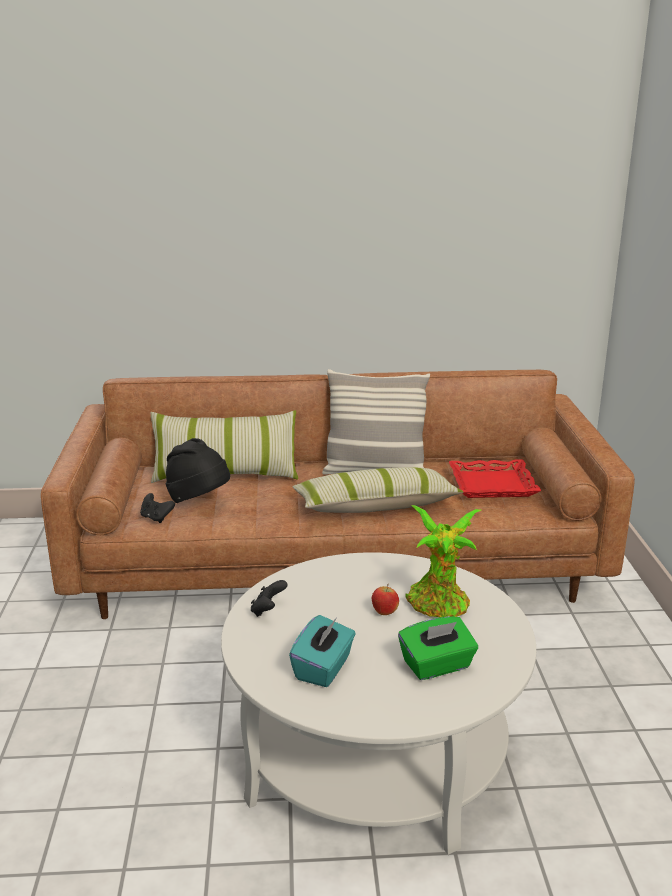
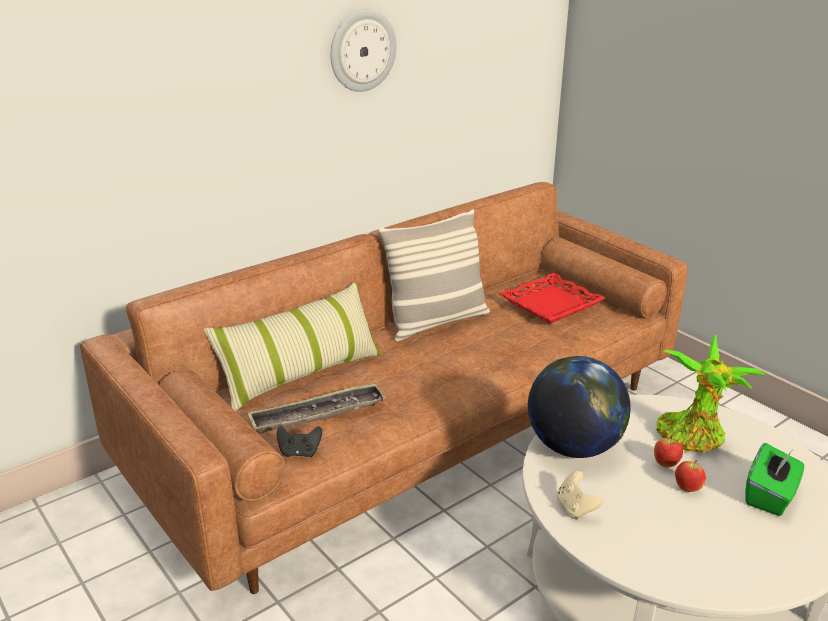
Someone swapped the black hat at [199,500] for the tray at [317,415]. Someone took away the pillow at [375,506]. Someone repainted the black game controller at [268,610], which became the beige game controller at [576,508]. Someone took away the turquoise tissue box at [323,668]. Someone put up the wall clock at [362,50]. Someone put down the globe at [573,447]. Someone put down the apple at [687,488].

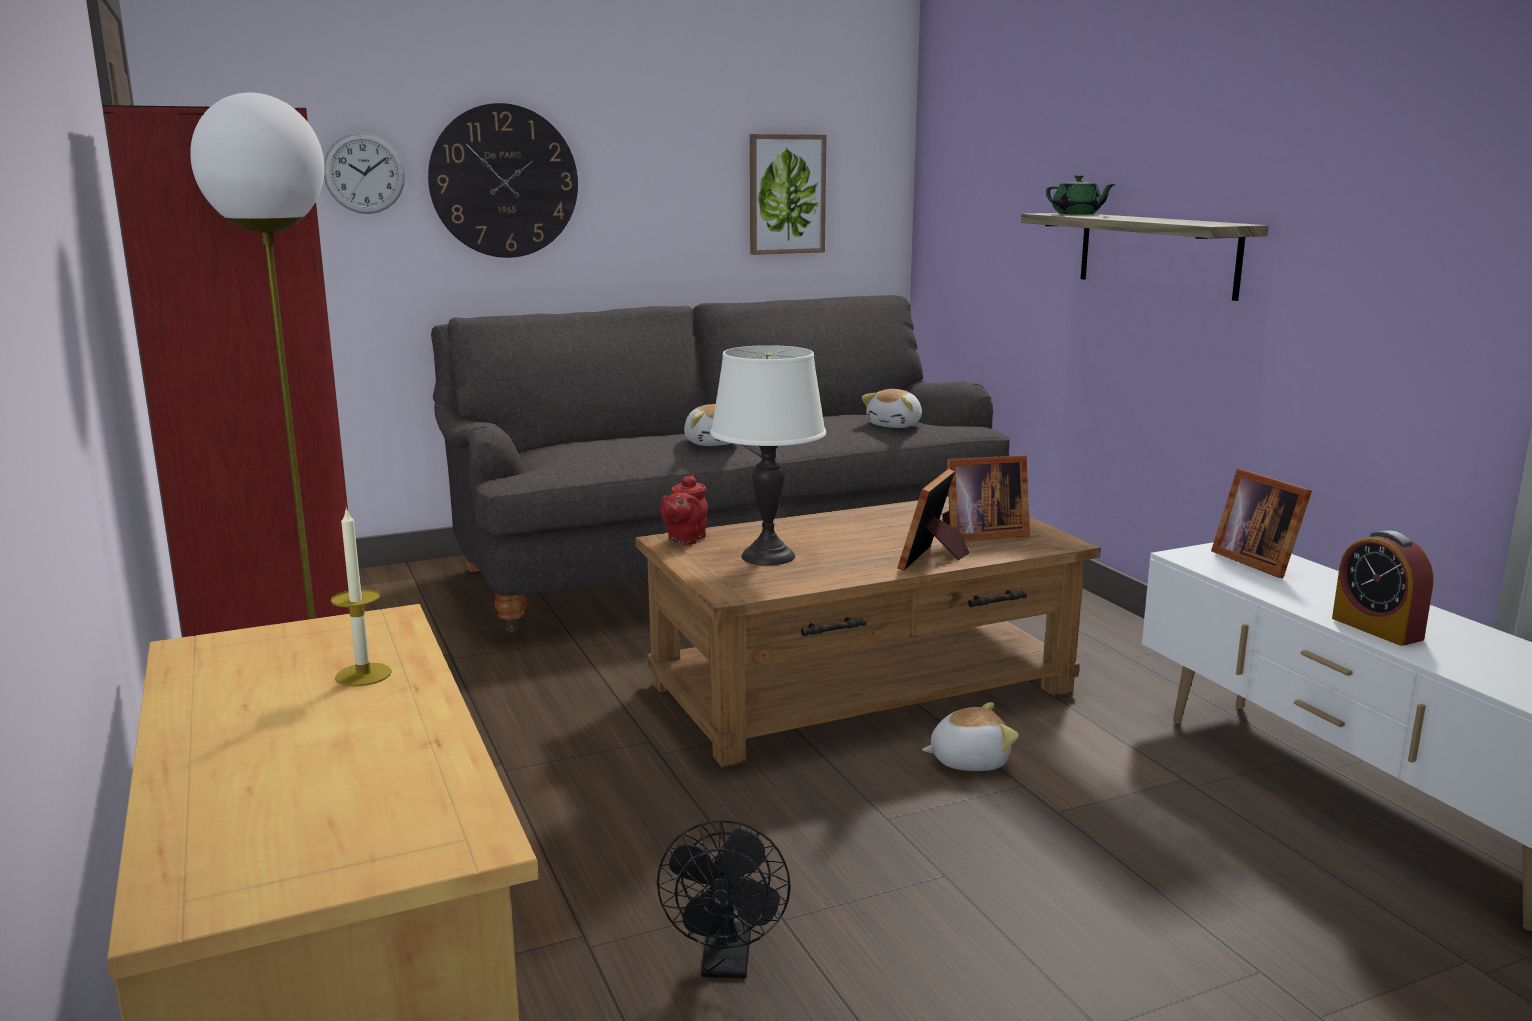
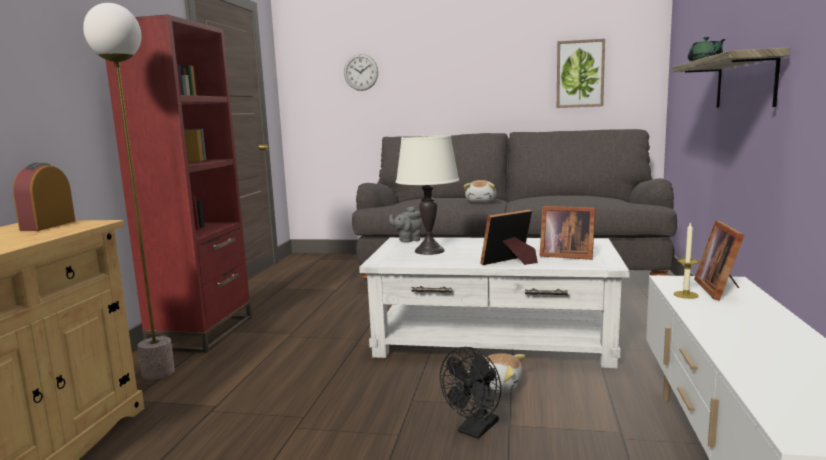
Someone took away the wall clock at [504,181]. Someone took away the plush toy at [895,425]. Someone repainted the red teapot at [684,539], which became the grey teapot at [407,240]. Someone repainted the brown coffee table at [862,687], which became the white coffee table at [494,339]. Someone carried the candle from [363,675] to [685,295]. Someone carried the alarm clock from [1376,628] to [48,225]. Someone carried the black fan from [727,963] to [475,430].

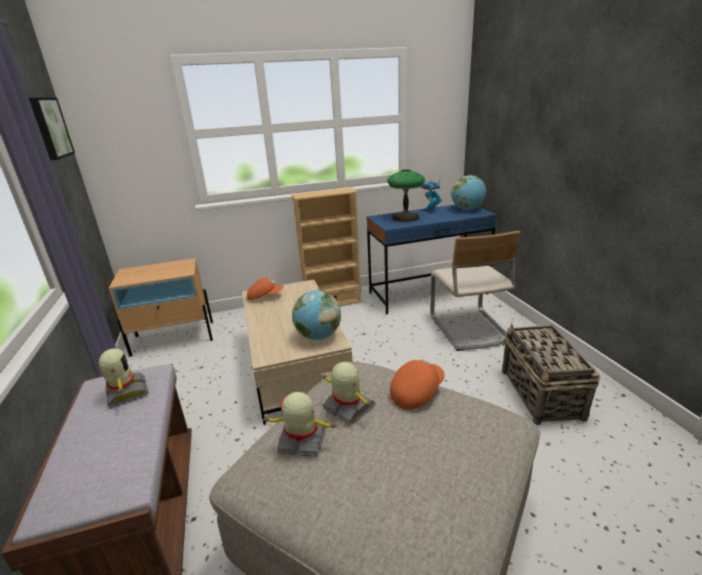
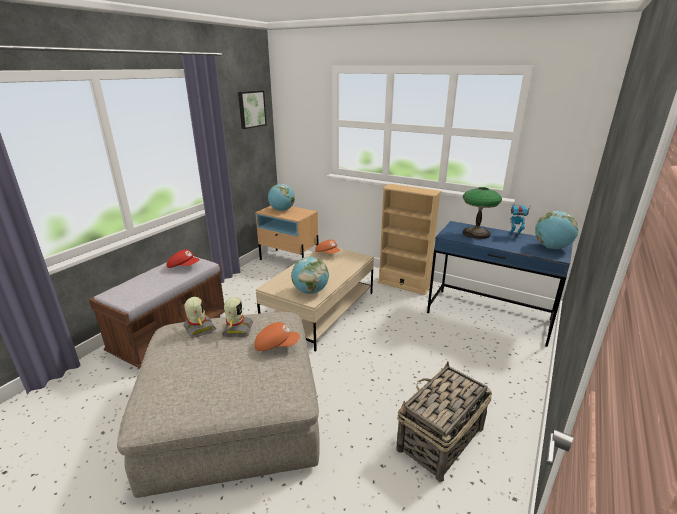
Someone took away the beige chair at [468,329]. Someone swapped the toy robot at [126,393] for the red cap at [184,266]. Someone put down the globe at [282,210].

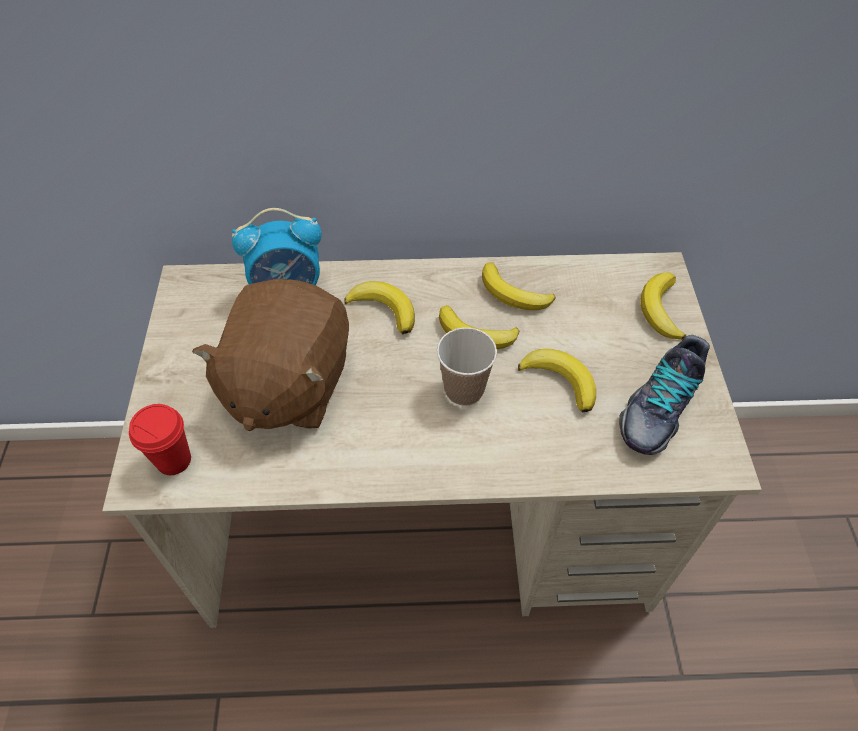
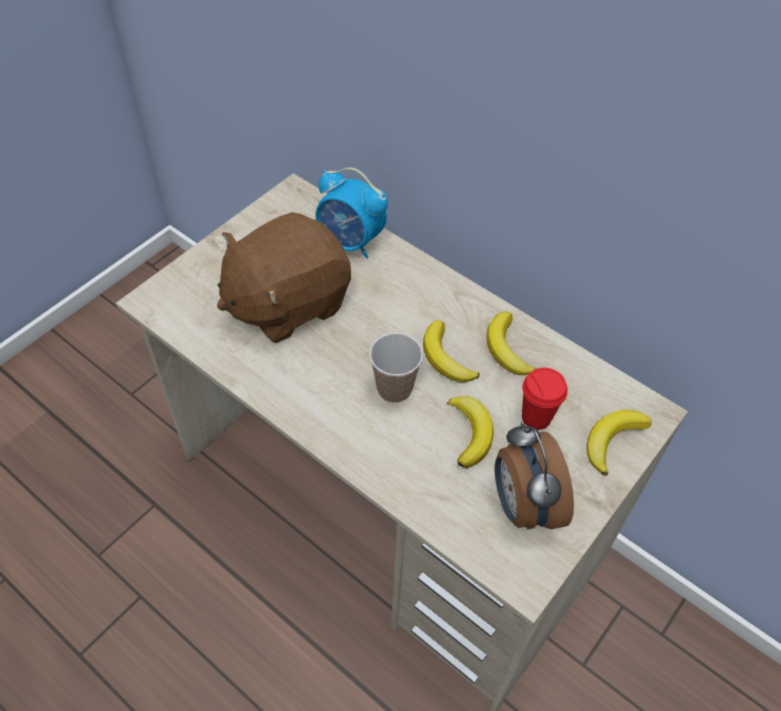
Someone took away the banana at [384,309]. Someone swapped the shoe at [658,406] for the alarm clock at [522,505]. Someone carried the red cup from [174,460] to [536,417].

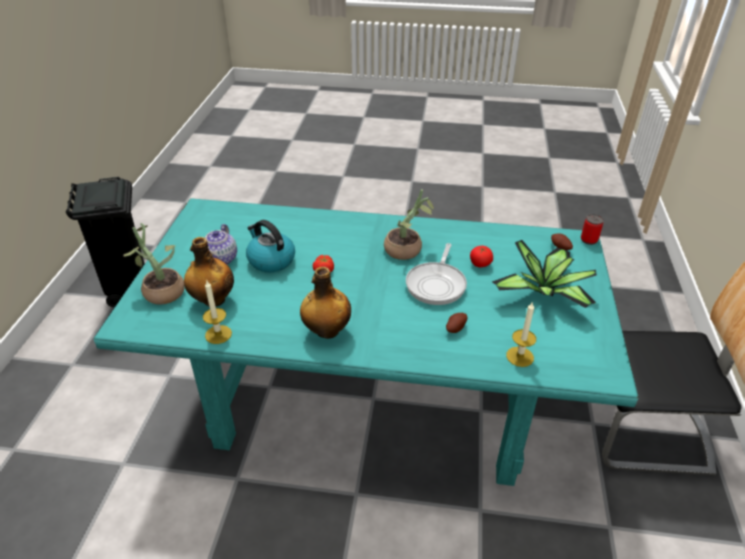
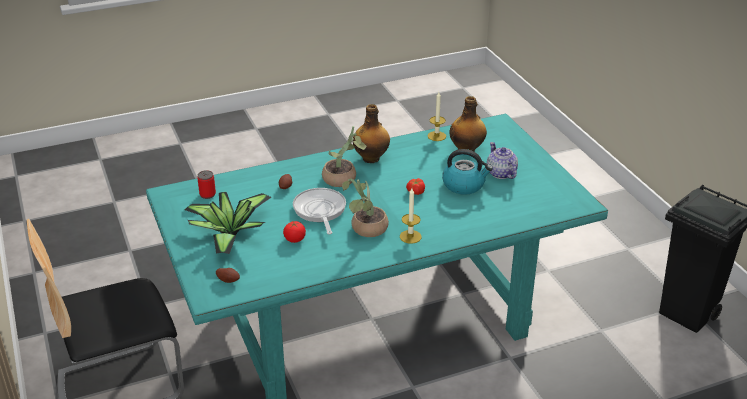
Someone carried the can from [589,240] to [207,194]. Someone carried the potted plant from [161,291] to [343,179]. Someone carried the candle from [520,356] to [410,236].

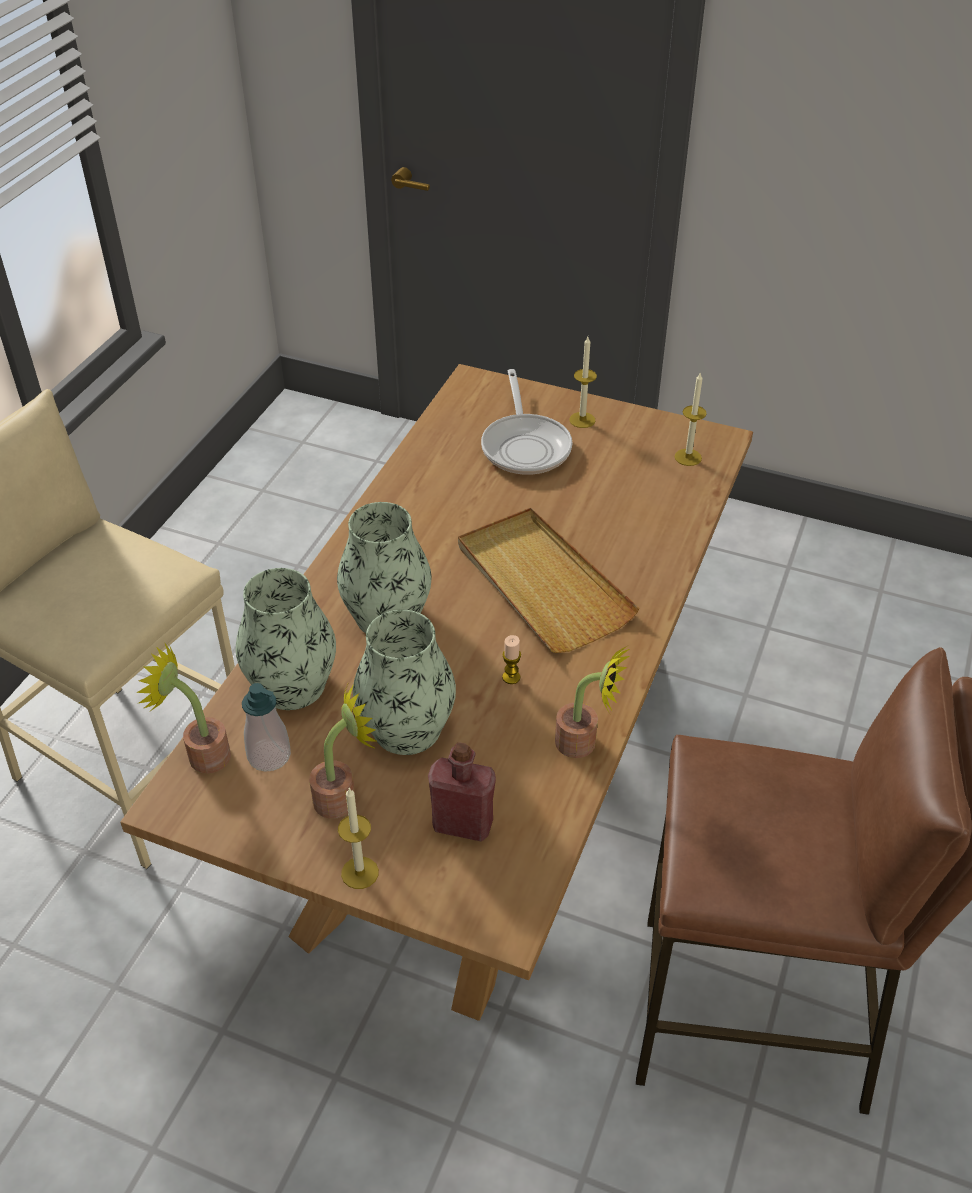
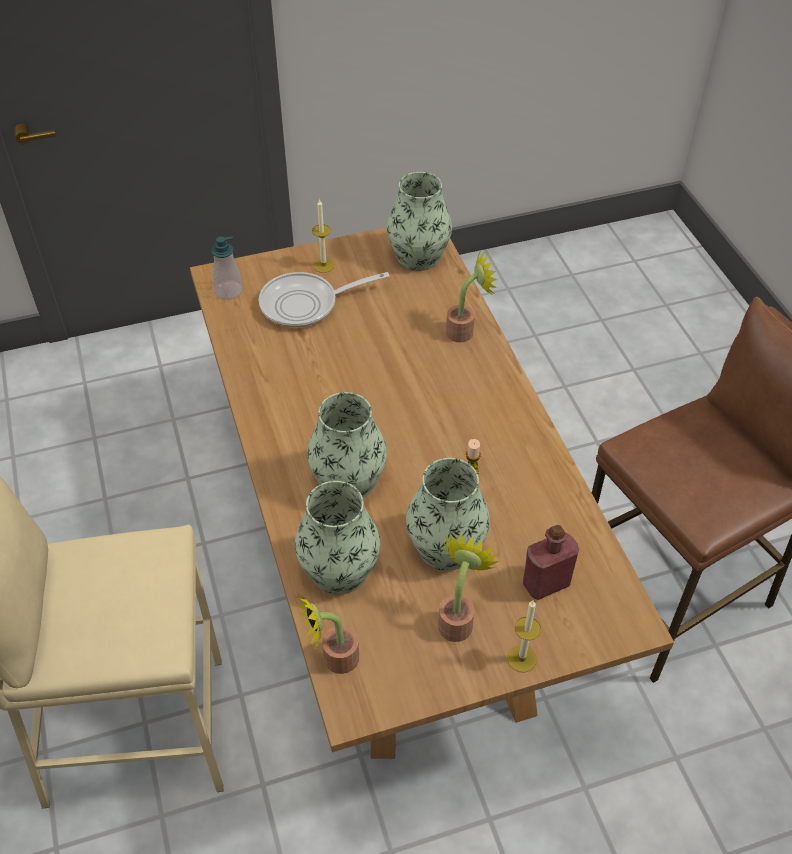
Someone rotated the frying pan at [525,445] by 120 degrees clockwise. Someone swapped the candle at [688,457] for the vase at [418,256]. Someone took away the beige tray at [541,584]. Someone carried the potted plant from [584,744] to [465,331]. Someone carried the soap dispenser from [269,756] to [228,291].

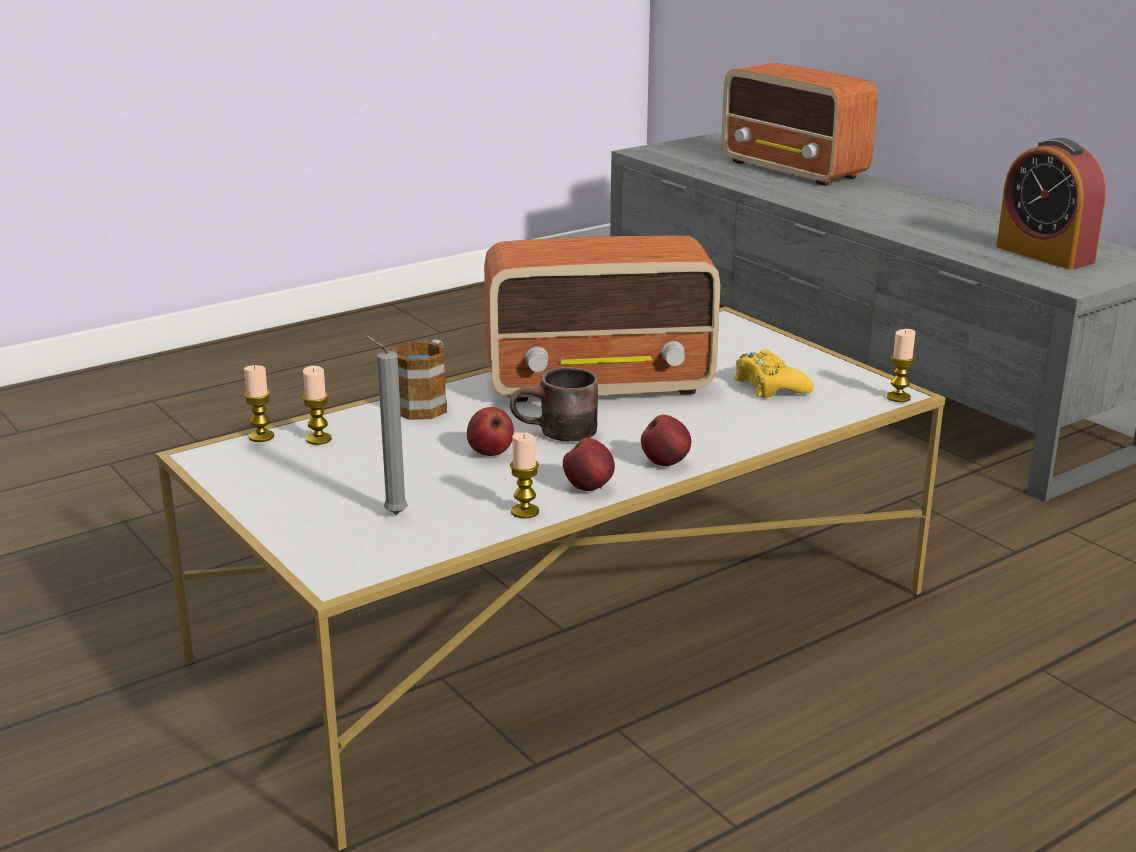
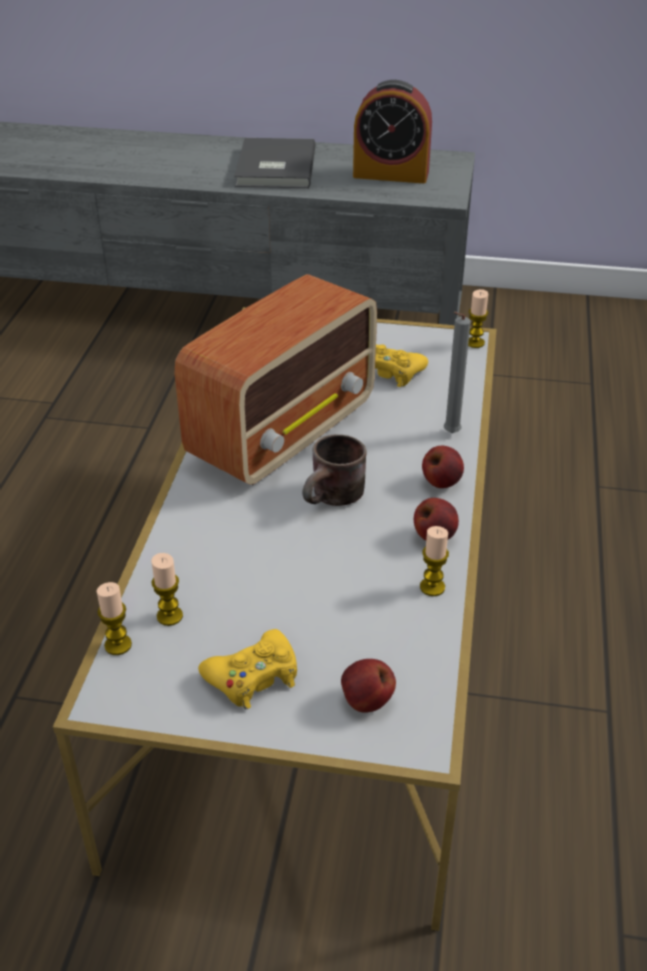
Someone took away the radio at [794,170]. Someone carried the grey candle from [392,514] to [449,434]. Someone took away the mug at [426,404]. Someone carried the apple from [490,453] to [366,702]. Someone put down the grey book at [273,168]. Someone put down the yellow game controller at [253,677].

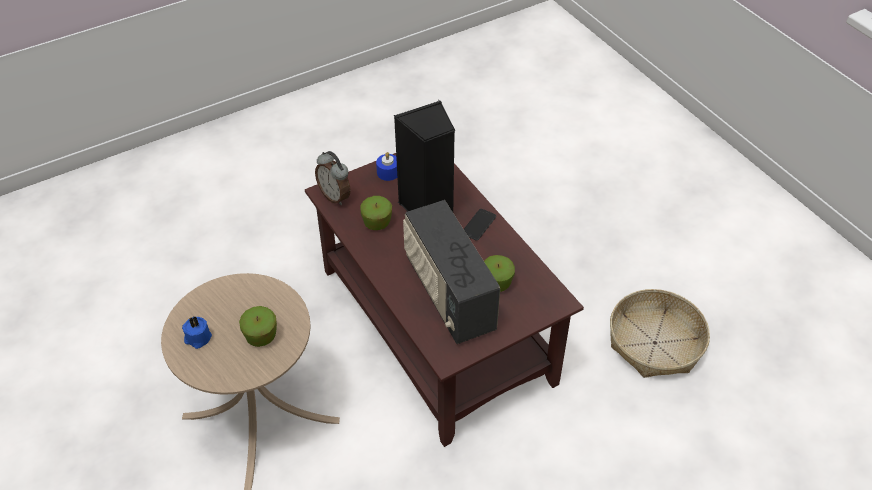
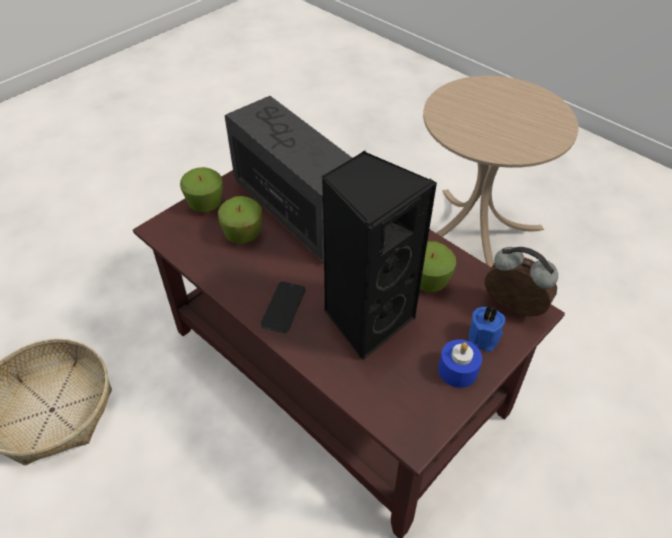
Someone carried the apple from [261,336] to [205,204]. Someone carried the blue candle from [197,338] to [485,337].

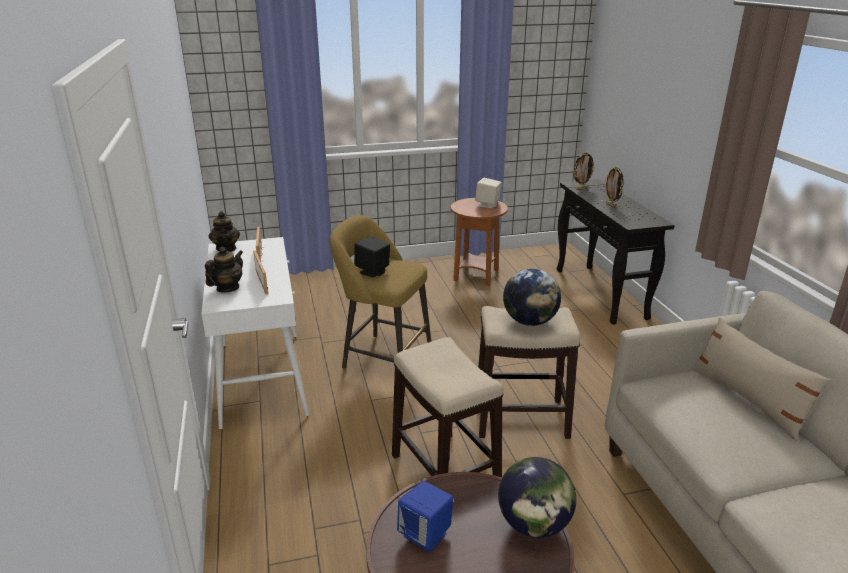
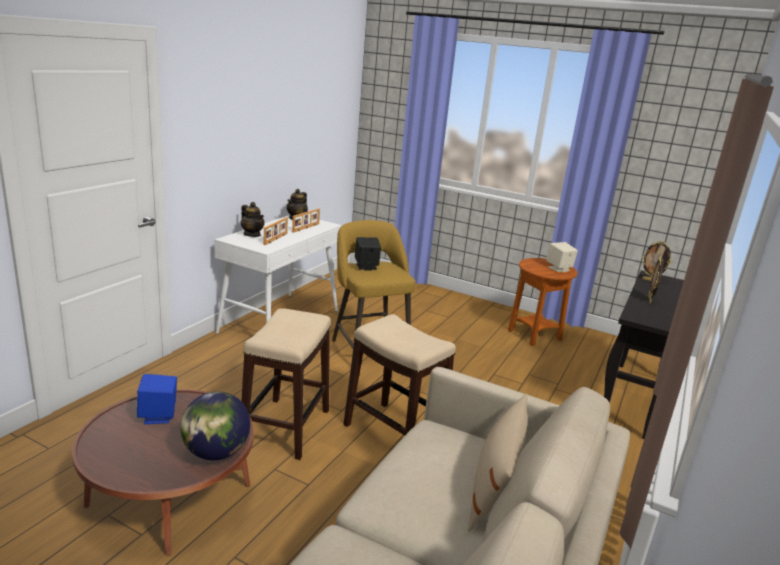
Someone rotated the teapot at [227,288] by 60 degrees clockwise. Someone took away the globe at [530,321].

